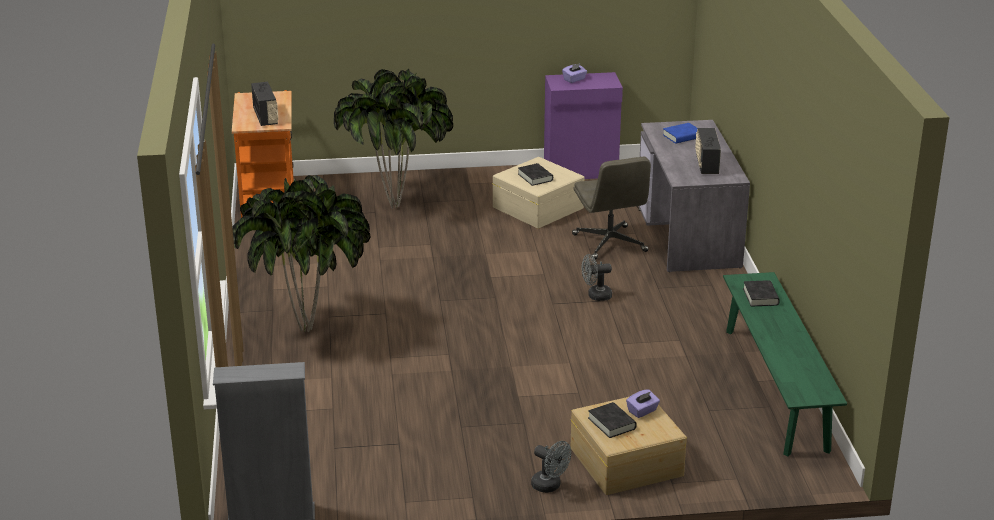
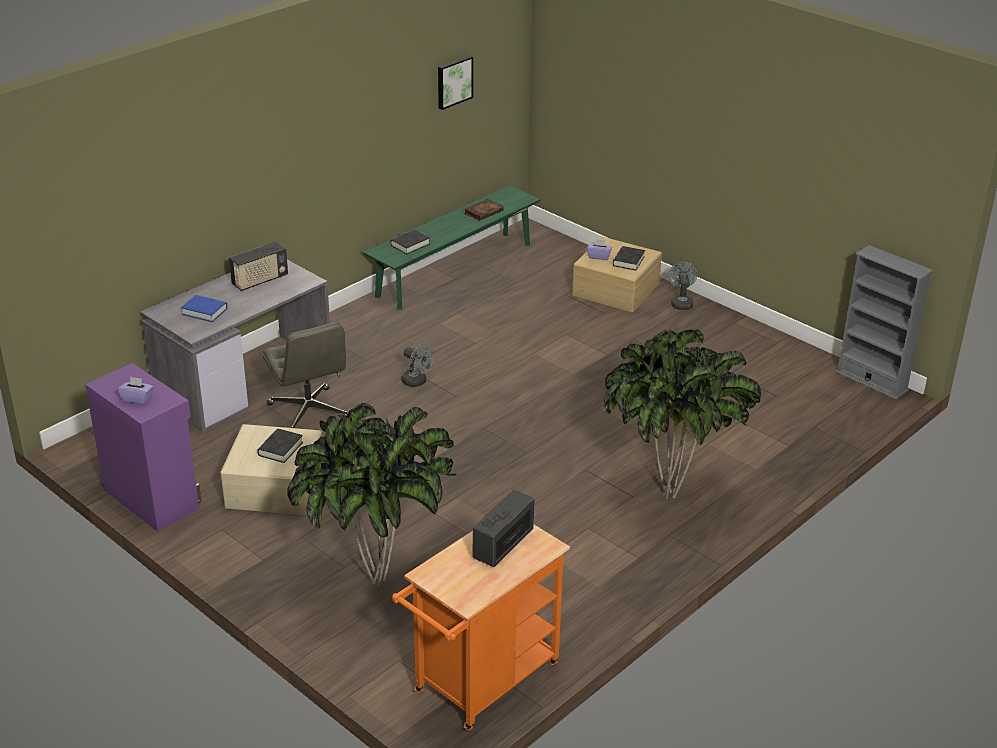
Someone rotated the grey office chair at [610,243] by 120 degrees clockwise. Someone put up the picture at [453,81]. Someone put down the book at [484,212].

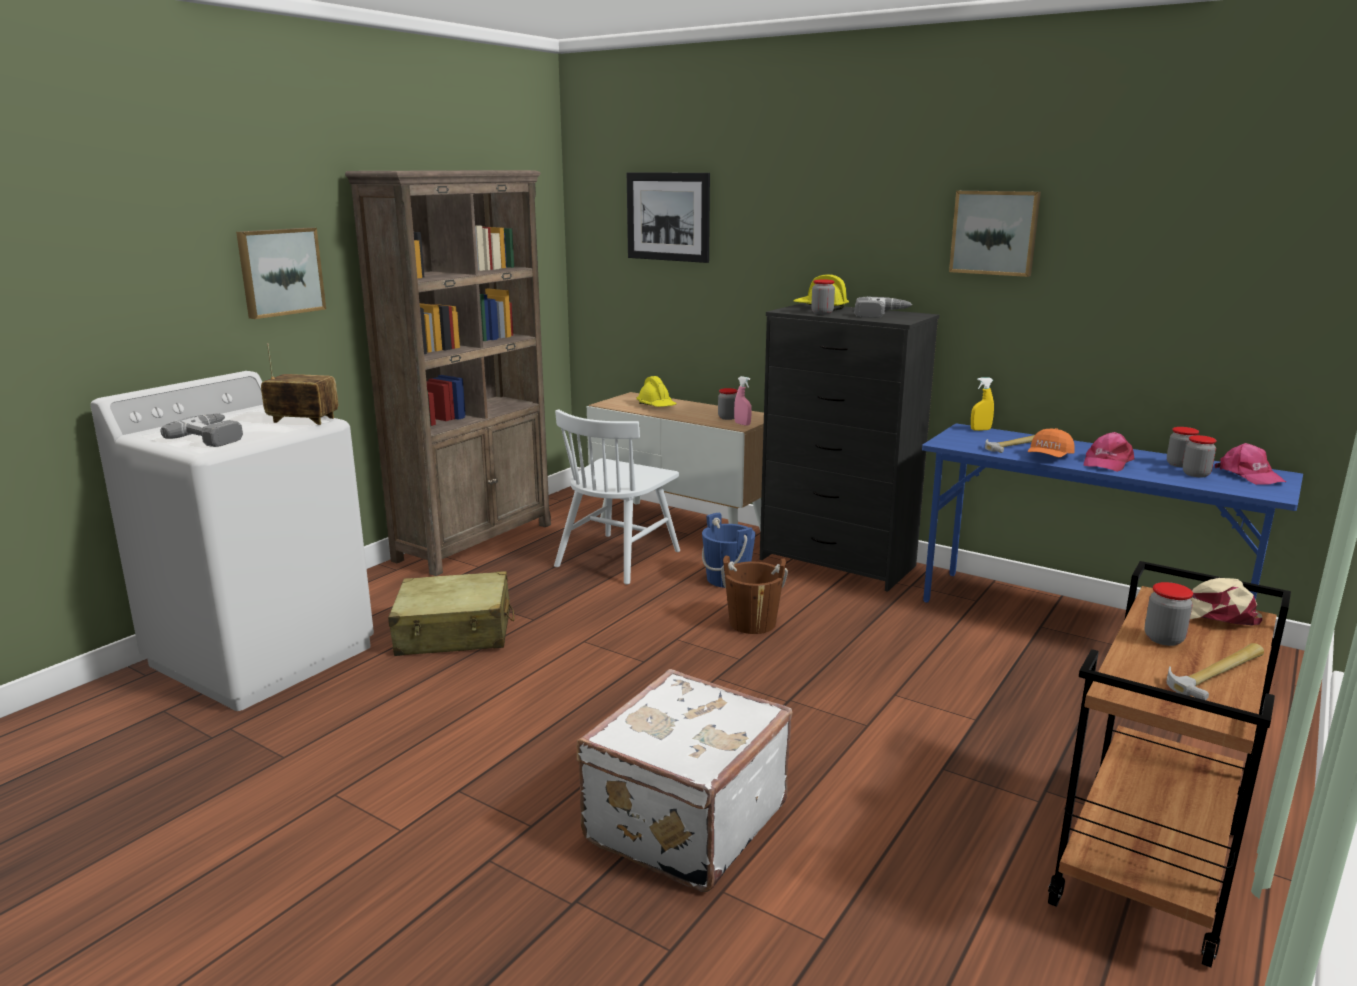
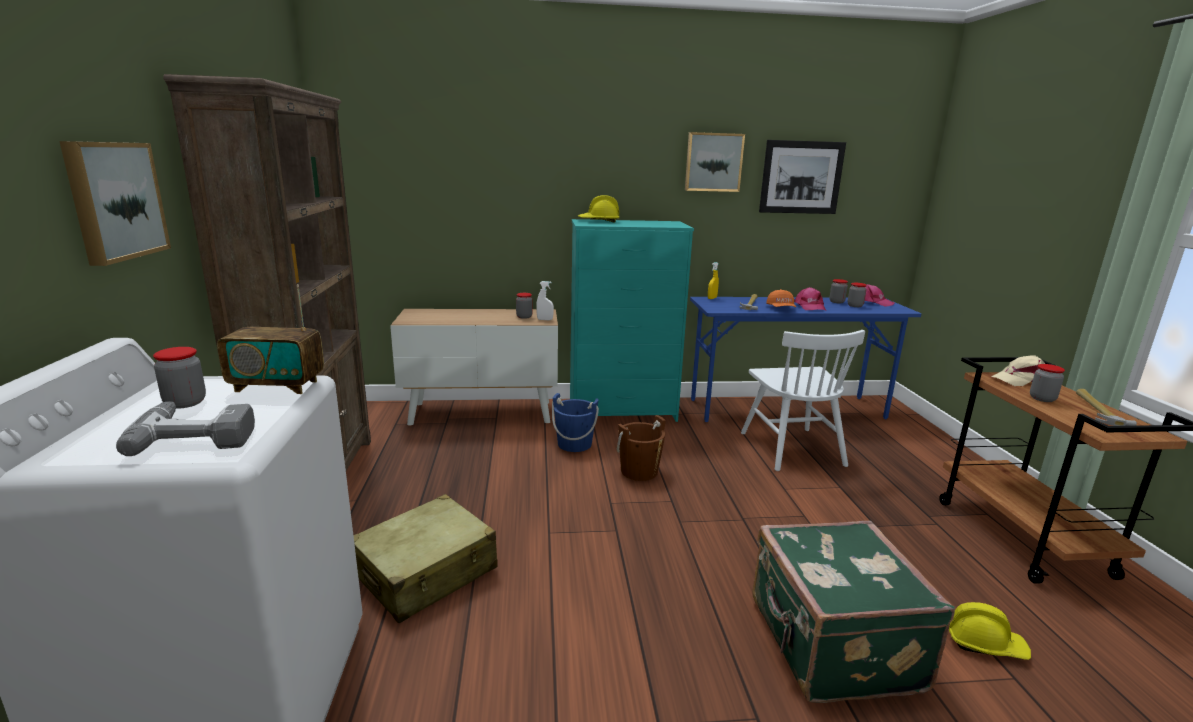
Someone carried the picture from [668,216] to [801,177]. Someone carried the jar from [822,313] to [185,403]. Someone took away the power drill at [881,314]. Someone repainted the black dresser at [838,563], which became the turquoise dresser at [623,411]. Someone rotated the radio at [303,420] by 150 degrees counterclockwise. Someone carried the yellow hard hat from [656,406] to [984,644]. Someone repainted the pink spray bottle at [742,424], which became the white spray bottle at [545,319]. Someone carried the white chair from [618,558] to [791,448]. Someone repainted the white suitcase at [682,821], which became the green suitcase at [831,645].

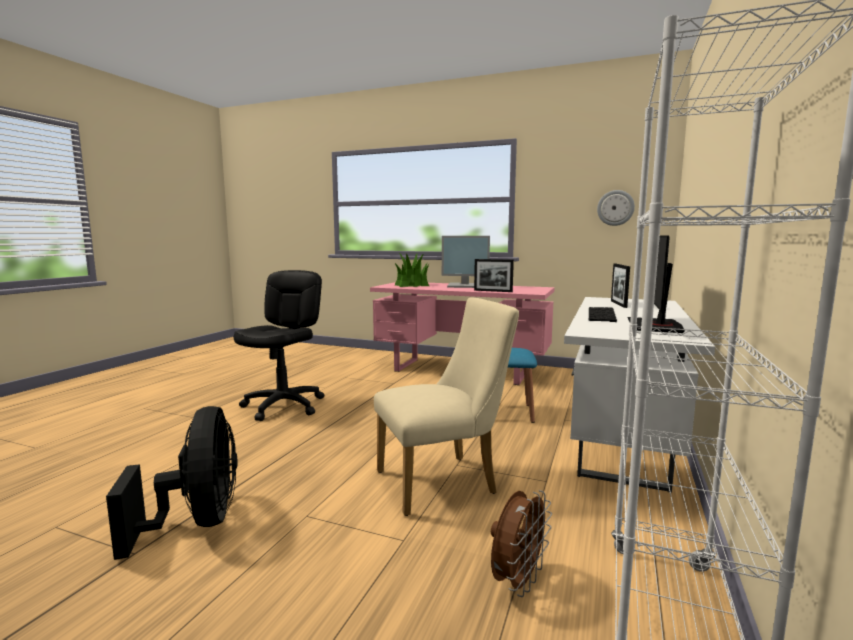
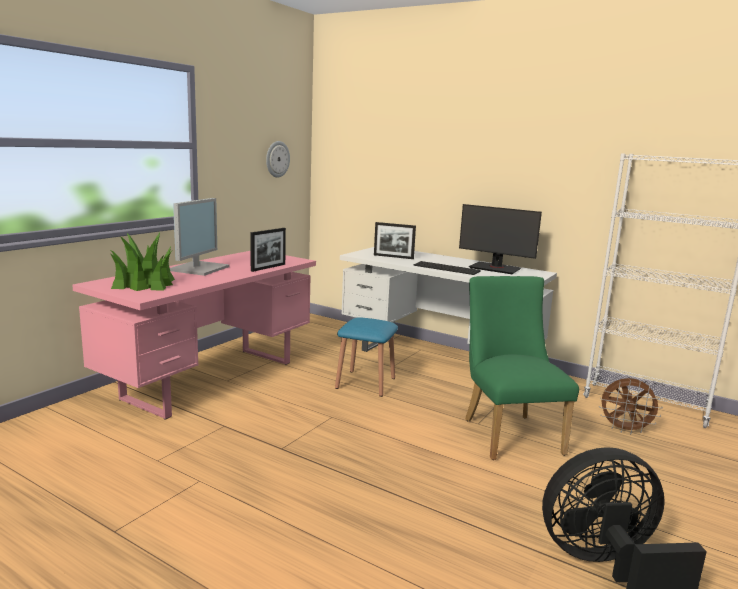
Someone took away the black office chair at [284,406]. Someone repainted the beige chair at [444,481], which became the green chair at [508,433]. Someone rotated the brown fan at [517,582] by 150 degrees clockwise.

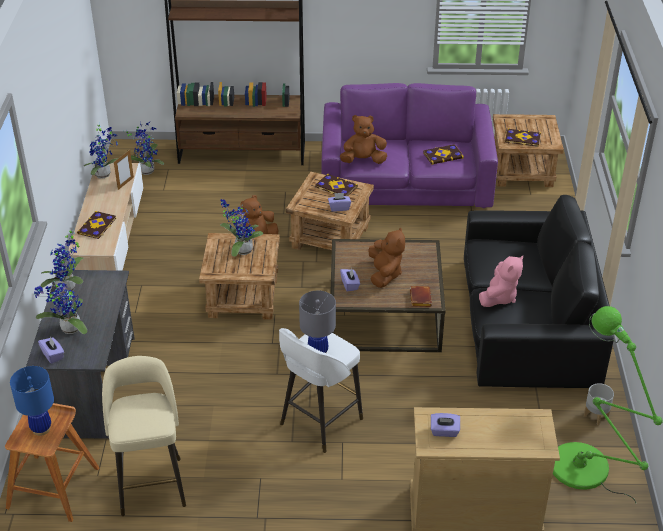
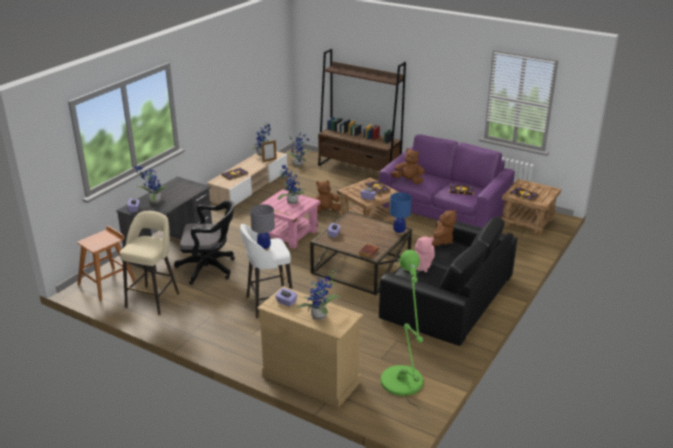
Someone carried the brown plush toy from [384,274] to [441,241]. Someone carried the potted plant from [68,289] to [320,317]. Someone repainted the brown side table at [242,297], which became the pink side table at [288,234]. Someone carried the blue table lamp from [41,429] to [399,232]. Someone took away the grey planter at [596,416]. Someone put down the black office chair at [209,268].

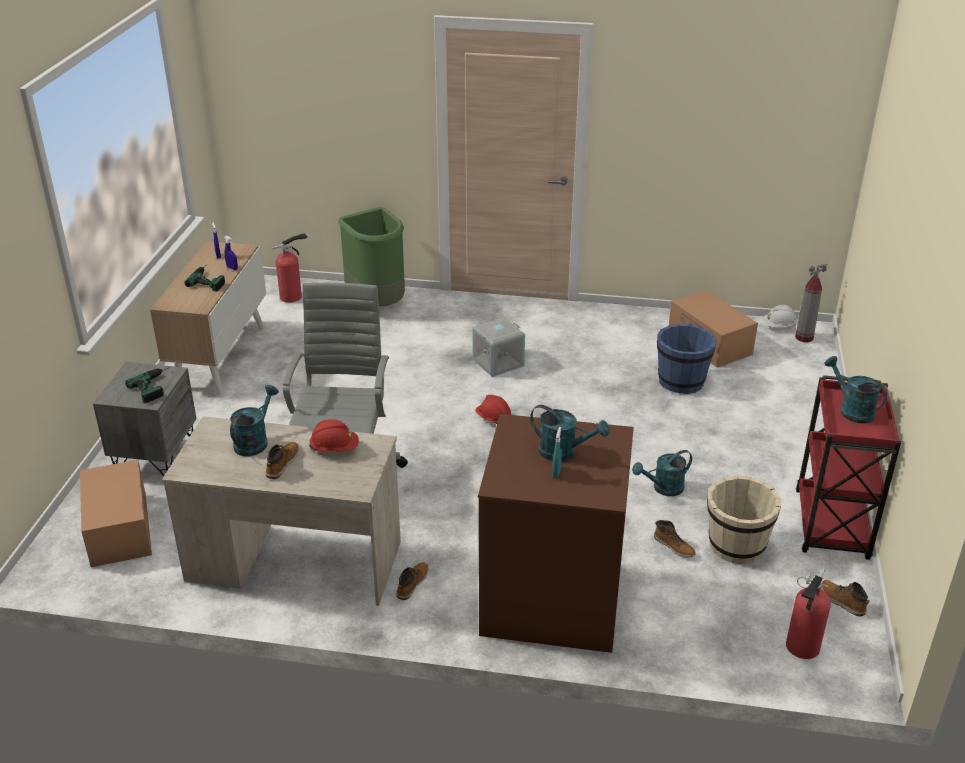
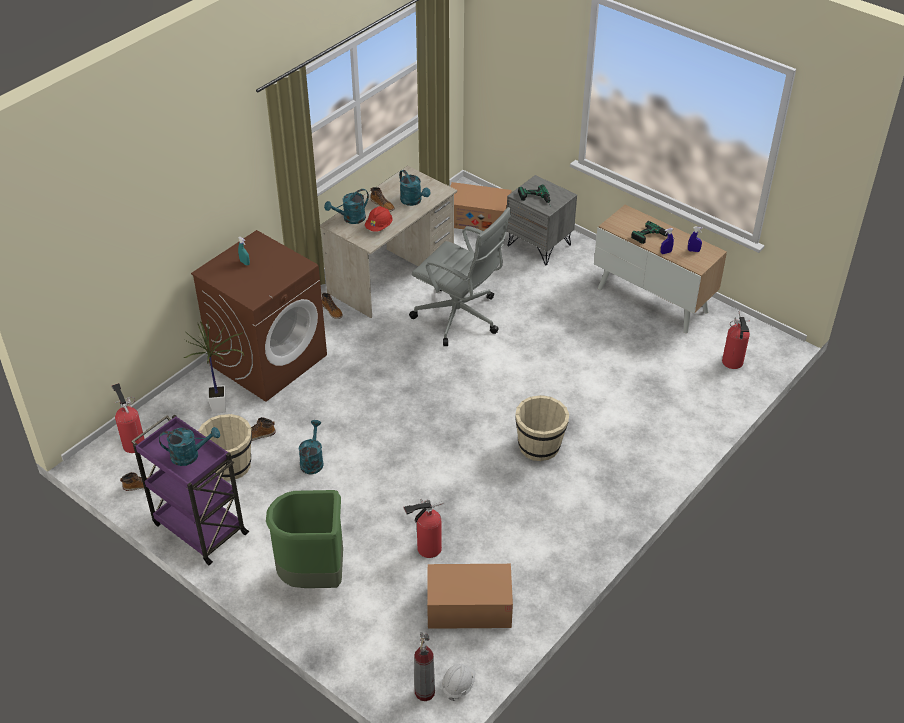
Someone carried the green trash can from [378,304] to [314,577]. Someone swapped the grey storage box at [498,362] for the beige bucket at [540,446]. Someone swapped the blue bucket at [681,381] for the fire extinguisher at [426,549]. Someone repainted the red cart at [831,526], which became the purple cart at [198,527]. Someone took away the red hard hat at [493,419]. Someone carried the turquoise watering can from [564,452] to [350,219]. Someone put down the potted plant at [223,410].

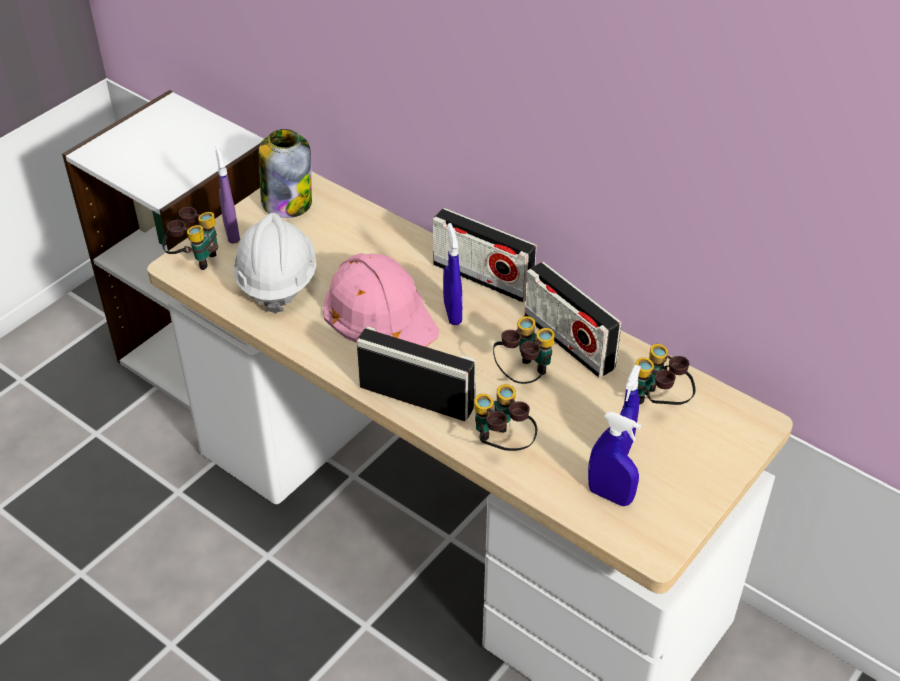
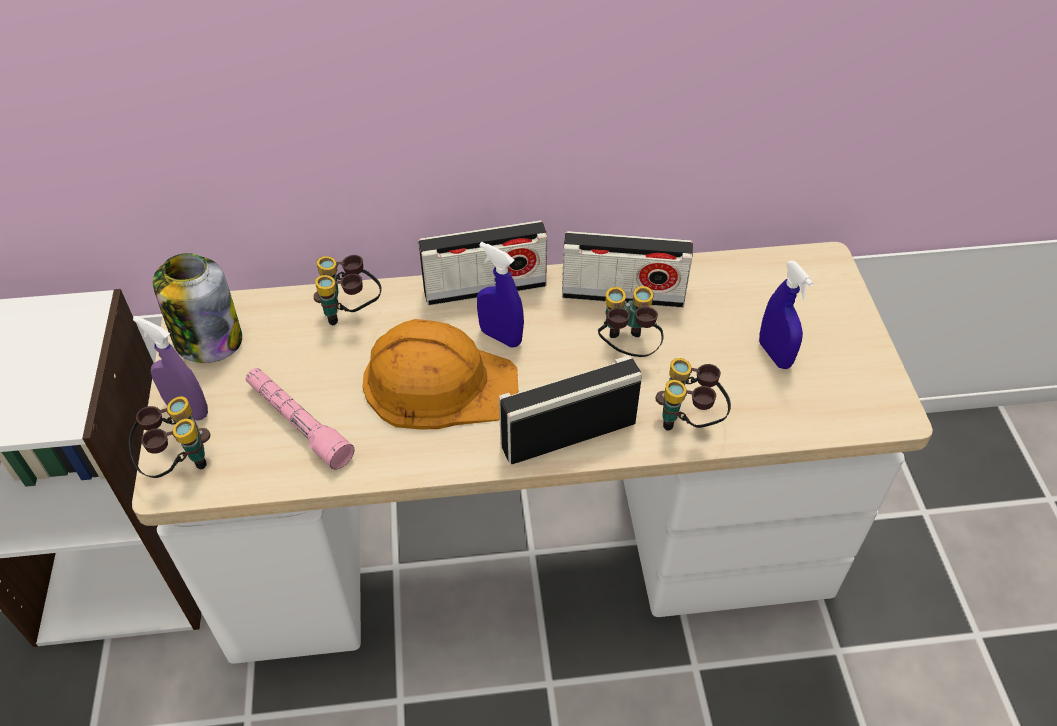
Someone swapped the white hard hat at [277,280] for the pink flashlight at [298,423]. Someone repainted the pink hard hat at [380,313], which became the orange hard hat at [438,383]. Someone carried the binoculars from [658,404] to [351,313]. Someone took away the blue spray bottle at [610,495].

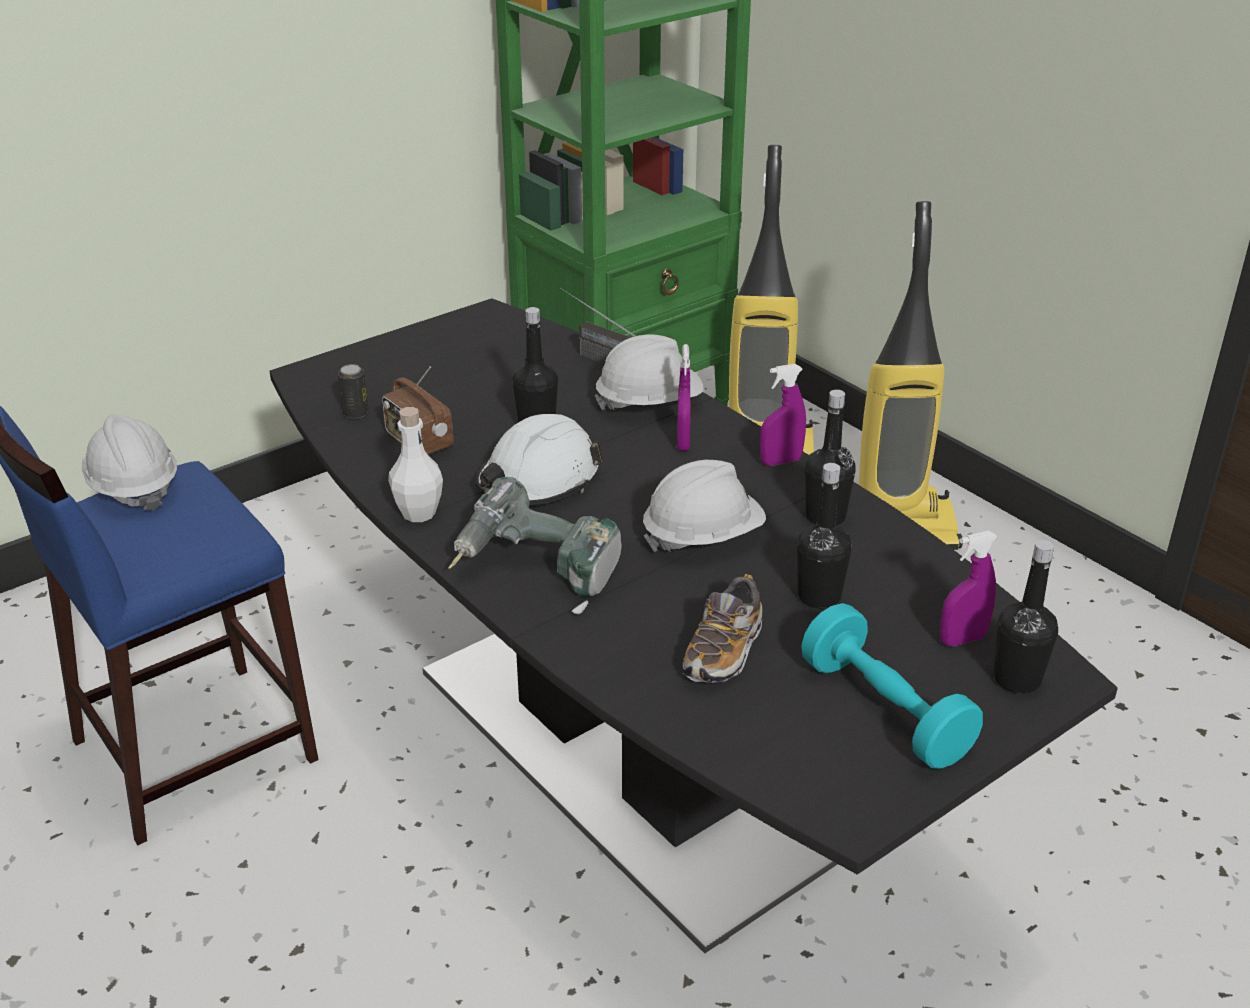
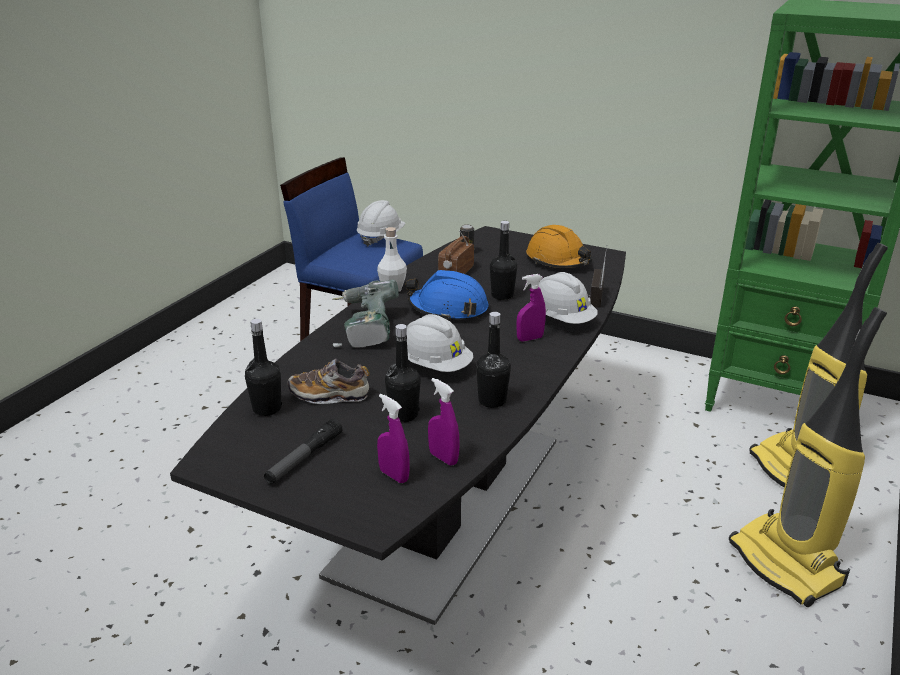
Someone carried the purple spray bottle from [780,461] to [443,458]. Someone repainted the white hard hat at [538,481], which became the blue hard hat at [448,309]. Someone carried the black bottle from [1017,679] to [267,409]. Someone swapped the turquoise dumbbell at [885,710] for the flashlight at [304,458]. Someone put down the orange hard hat at [558,260].

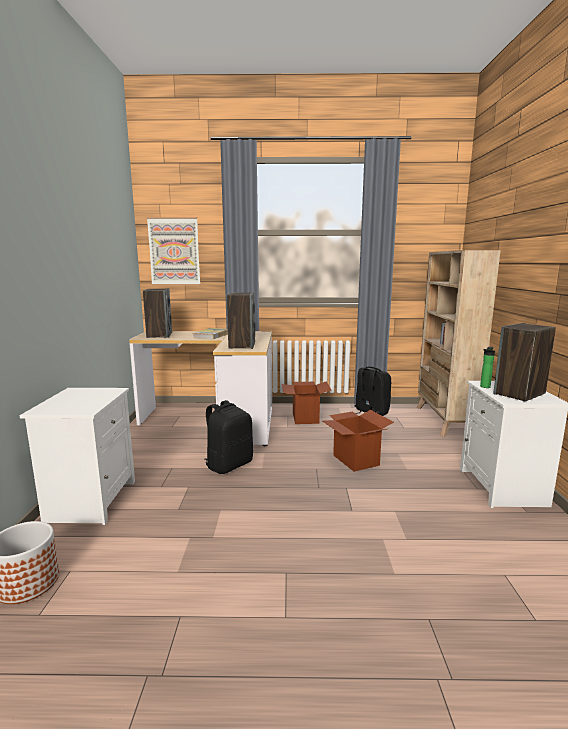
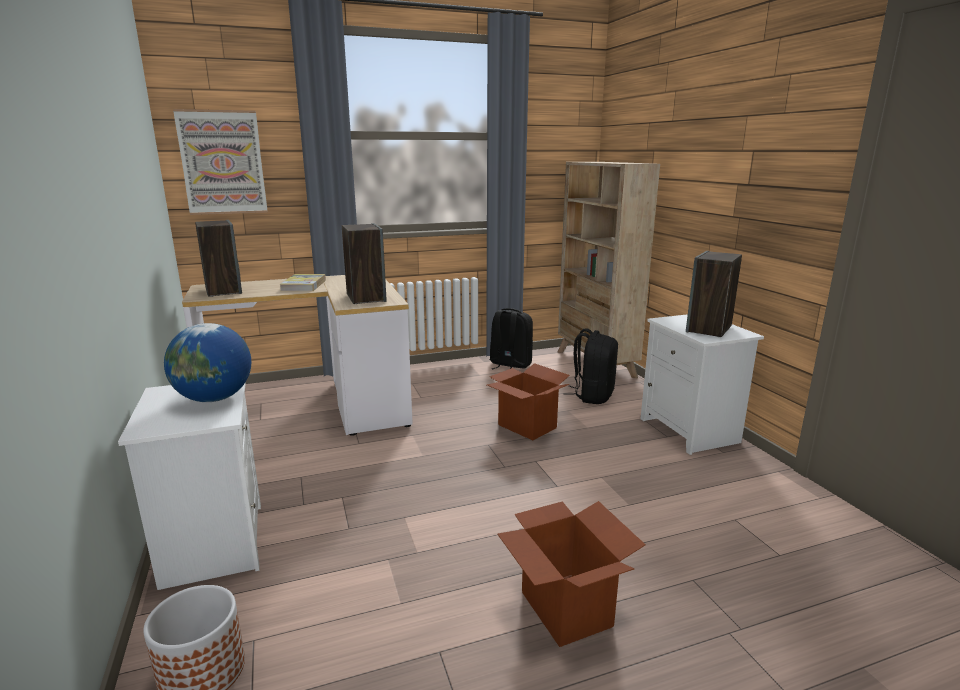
Someone took away the bottle at [484,387]. Someone carried the cardboard box from [305,418] to [565,608]. Someone carried the black backpack from [229,465] to [592,396]. Someone put down the globe at [214,398].

